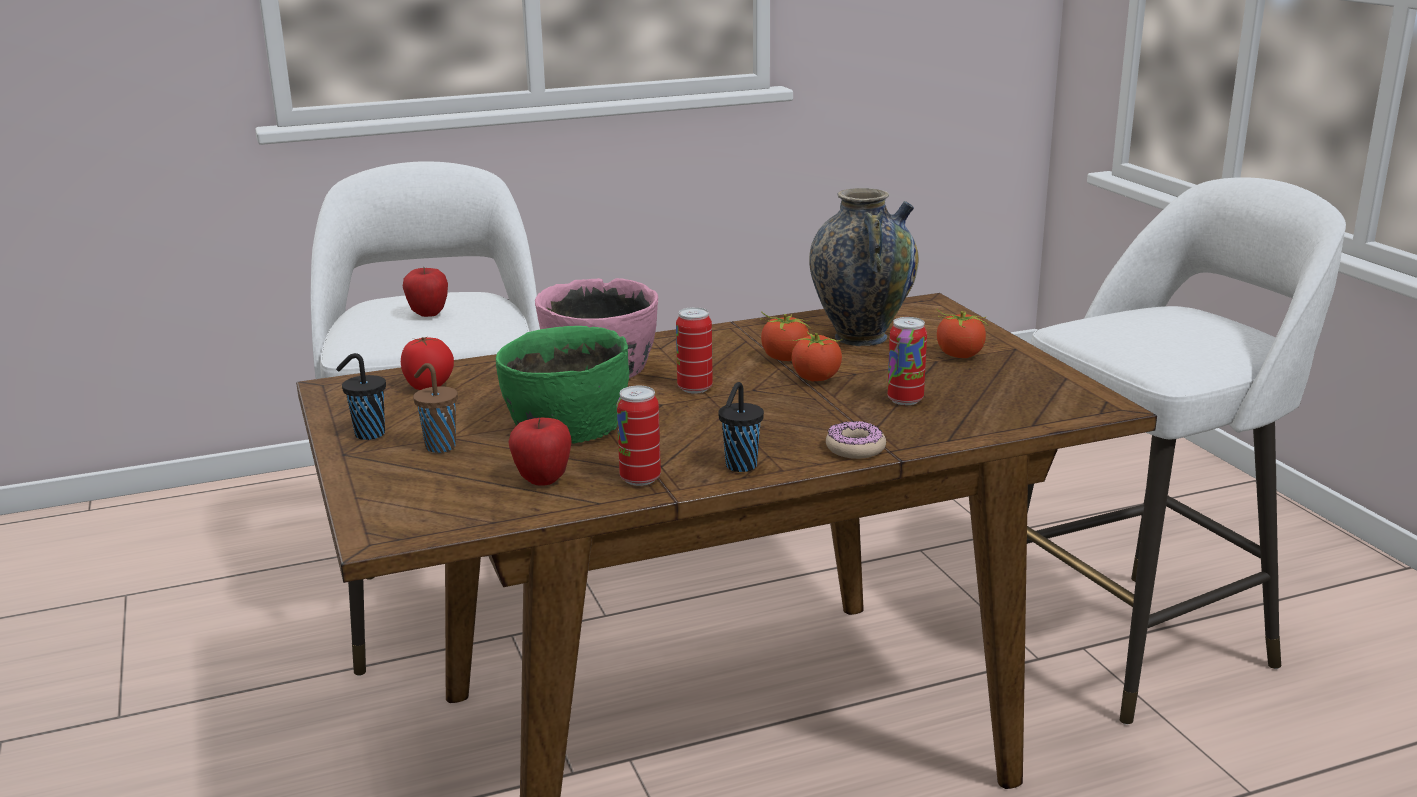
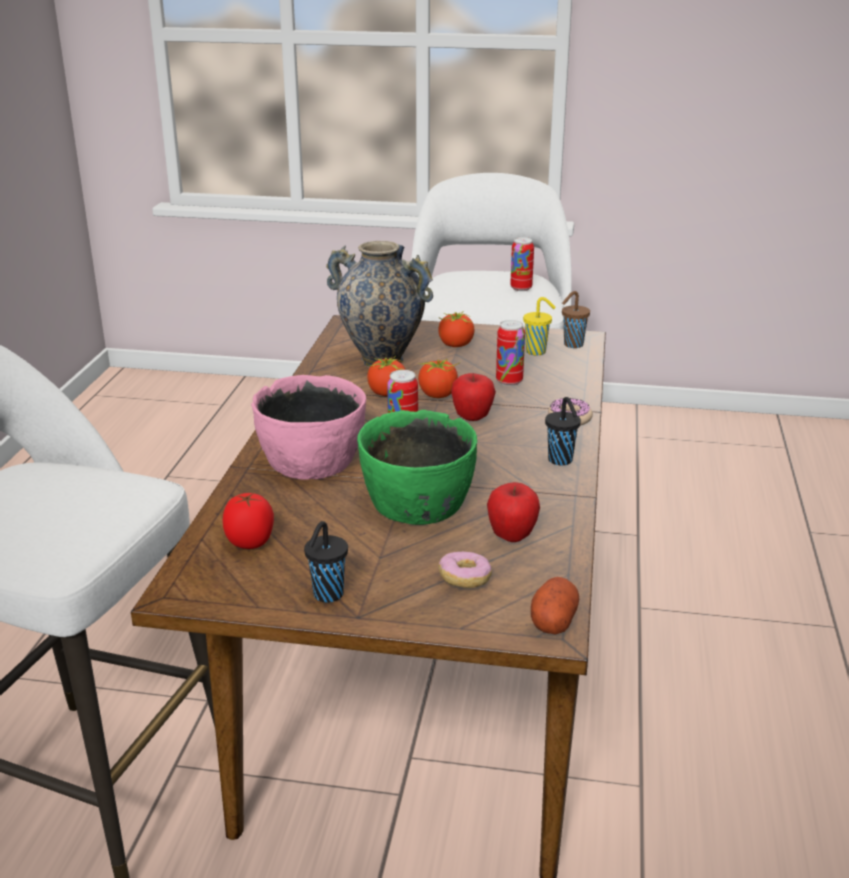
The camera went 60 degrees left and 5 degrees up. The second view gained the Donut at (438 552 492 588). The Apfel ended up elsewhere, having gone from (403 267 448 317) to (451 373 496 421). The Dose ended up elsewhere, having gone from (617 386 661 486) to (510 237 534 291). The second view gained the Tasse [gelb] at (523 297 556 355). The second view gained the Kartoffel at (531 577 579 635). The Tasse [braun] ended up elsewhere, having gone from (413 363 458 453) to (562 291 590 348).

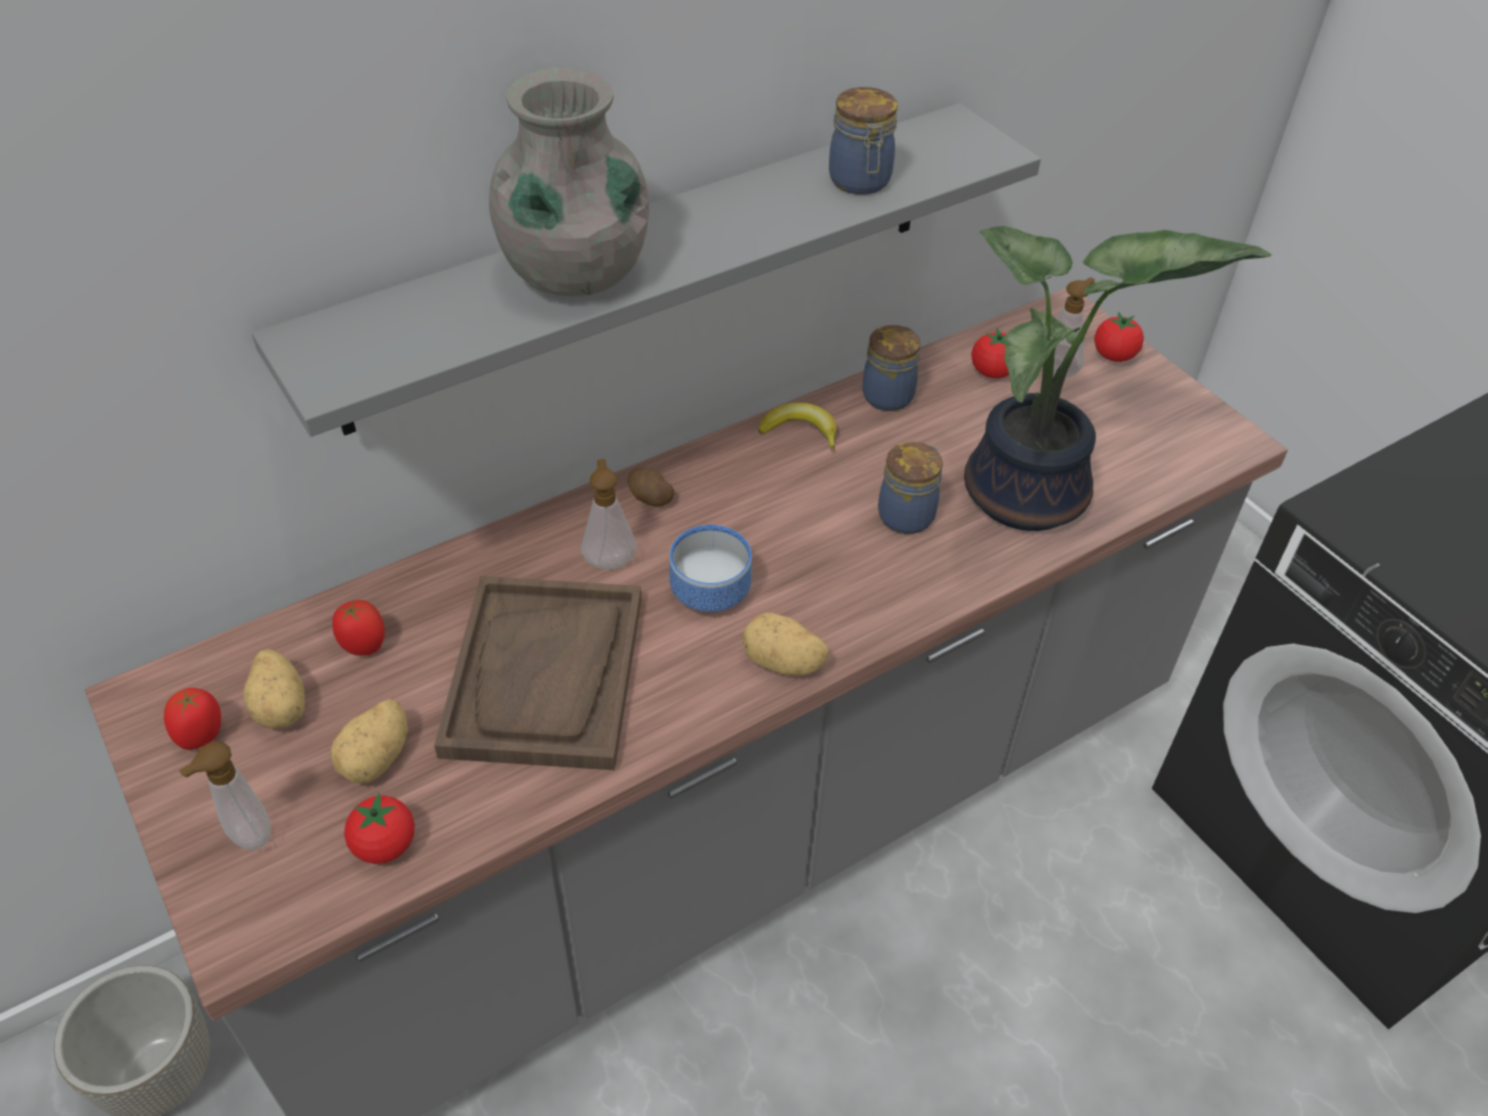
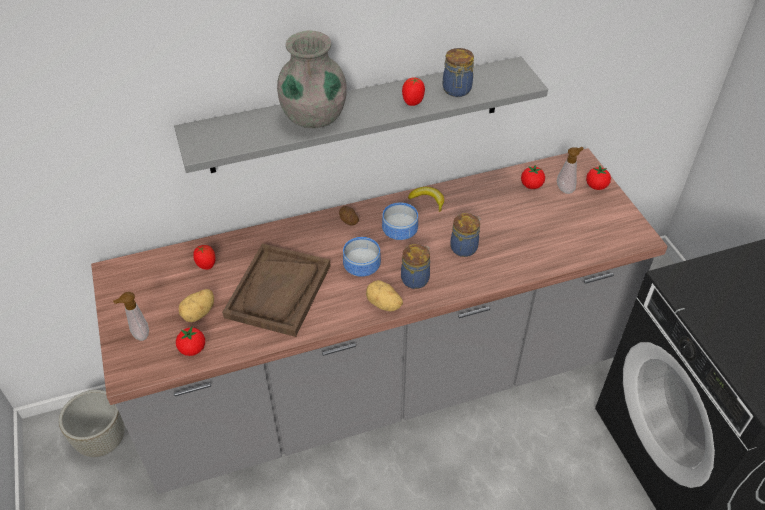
The camera went 15 degrees right and 0 degrees up. The second view gained the Schüssel at (382 202 418 240). The Vorratsglas ended up elsewhere, having gone from (862 325 920 411) to (401 244 430 289). The Tomate ended up elsewhere, having gone from (164 688 221 750) to (402 77 425 106). The second view lost the Kartoffel at (243 649 305 729). The second view lost the Seifenspender at (581 459 637 569). The second view lost the Topfpflanze at (964 226 1271 531).

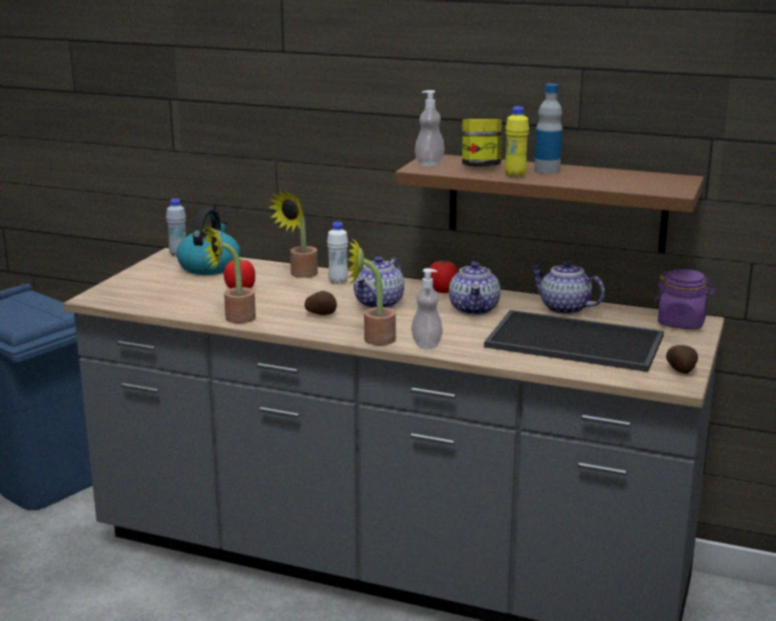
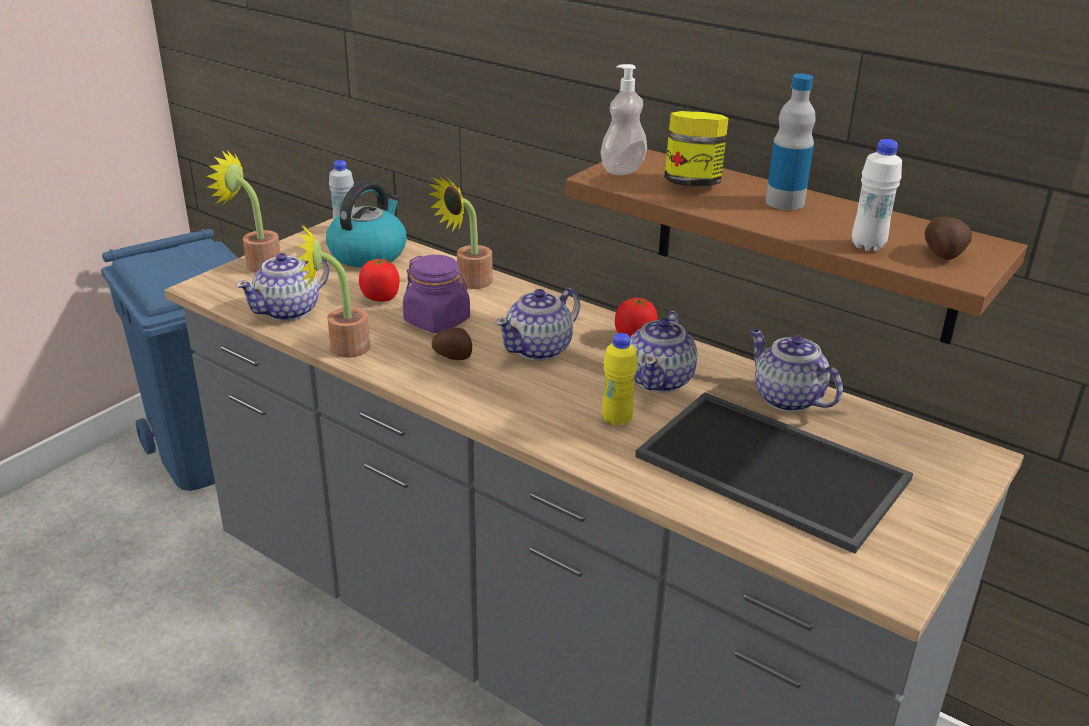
The camera went 15 degrees right and 10 degrees up. The Topfpflanze ended up elsewhere, having gone from (347 237 396 345) to (207 150 280 273). The second view gained the Teekanne at (236 253 329 321). The Vorratsglas [lila] ended up elsewhere, having gone from (654 269 716 329) to (403 255 470 333). The Flasche [gelb] ended up elsewhere, having gone from (505 106 529 177) to (602 333 638 426). The Flasche [weiß] ended up elsewhere, having gone from (327 222 348 284) to (852 139 902 251). The Kartoffel ended up elsewhere, having gone from (666 345 698 374) to (925 217 972 260). The second view lost the Seifenspender at (411 268 443 349).

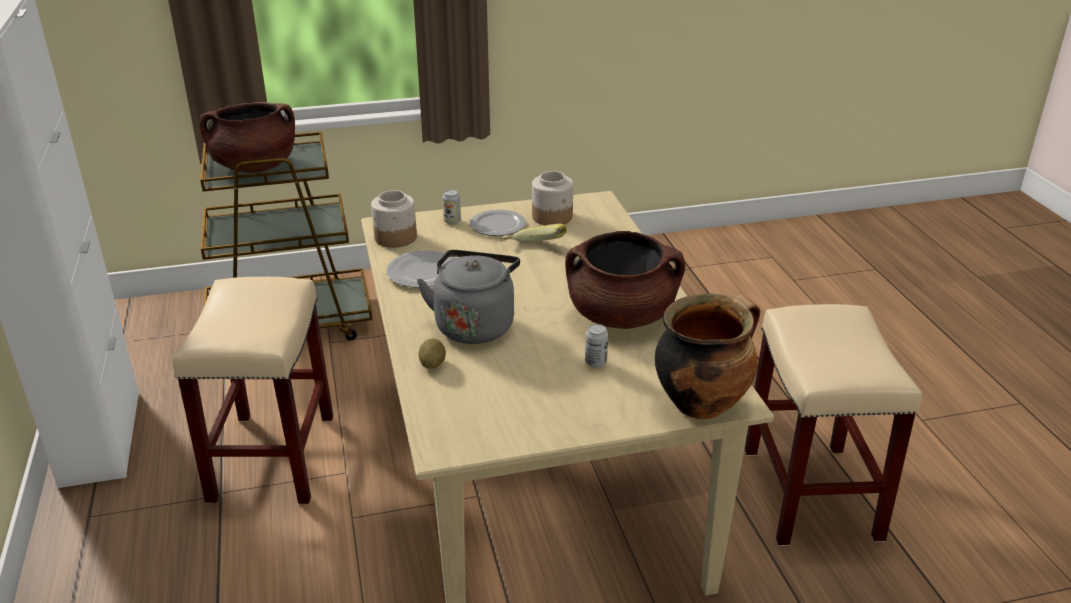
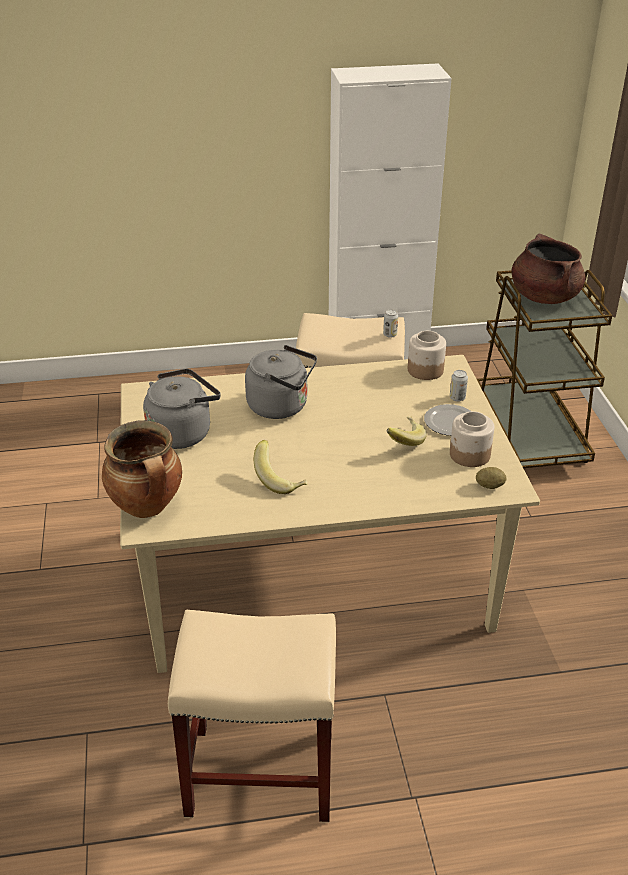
The camera went 95 degrees right and 5 degrees up. The second view gained the Wasserkessel [grau] at (143 369 221 449). Where the Kochtopf [braun] stood at (565 231 685 329), the Banane came to stand at (254 440 308 494). The Dose ended up elsewhere, having gone from (585 324 608 368) to (383 309 398 338). The Kartoffel ended up elsewhere, having gone from (418 338 446 369) to (476 467 506 489). The second view lost the Teller at (386 250 455 288).

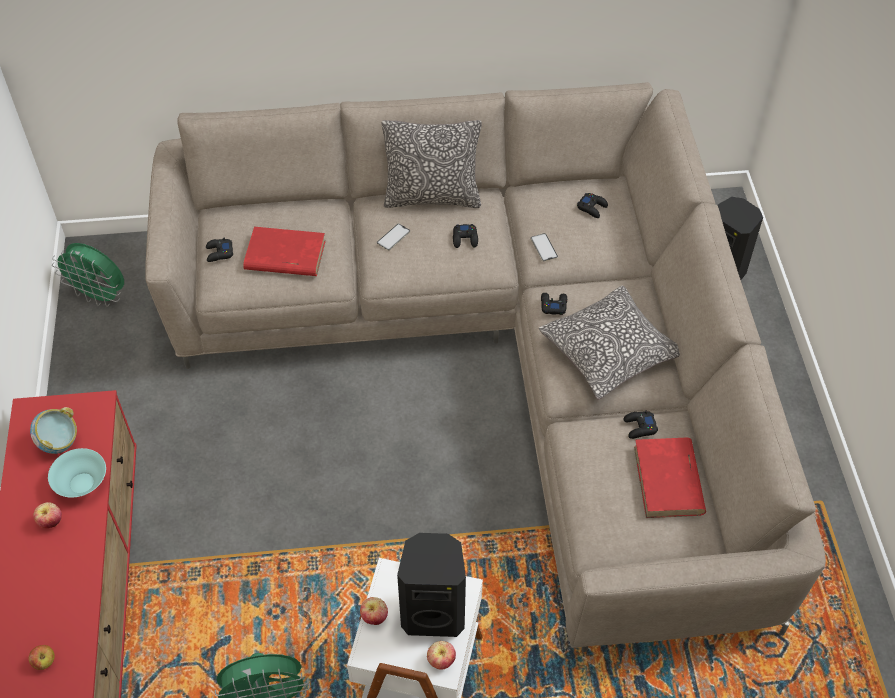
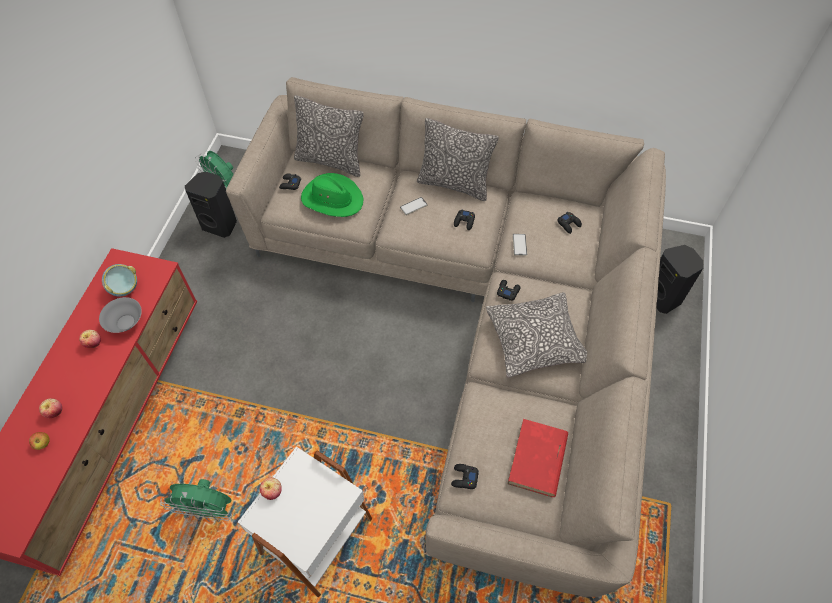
The camera went 20 degrees right and 5 degrees up. The Apfel ended up elsewhere, having gone from (427 641 456 670) to (39 398 62 418). What was the Schüssel [türkis] at (48 448 106 498) turned into the Schüssel [grau] at (99 297 142 333). The Lautsprecher [schwarz] ended up elsewhere, having gone from (397 533 466 637) to (185 172 237 238). The second view gained the Kissen at (294 95 364 177). Where the Buch [rot] stood at (243 227 326 276), the Hut [grün] came to stand at (301 173 363 217). The Gamepad [schwarz] ended up elsewhere, having gone from (624 410 658 439) to (451 464 479 489).

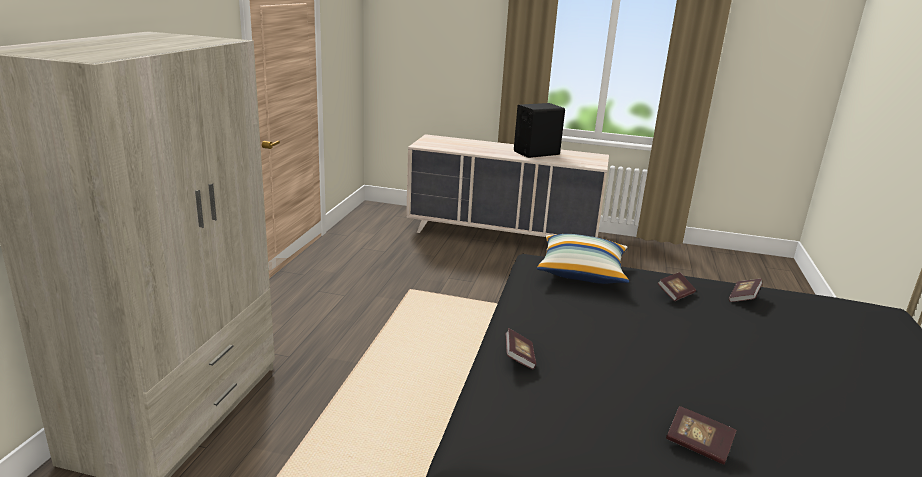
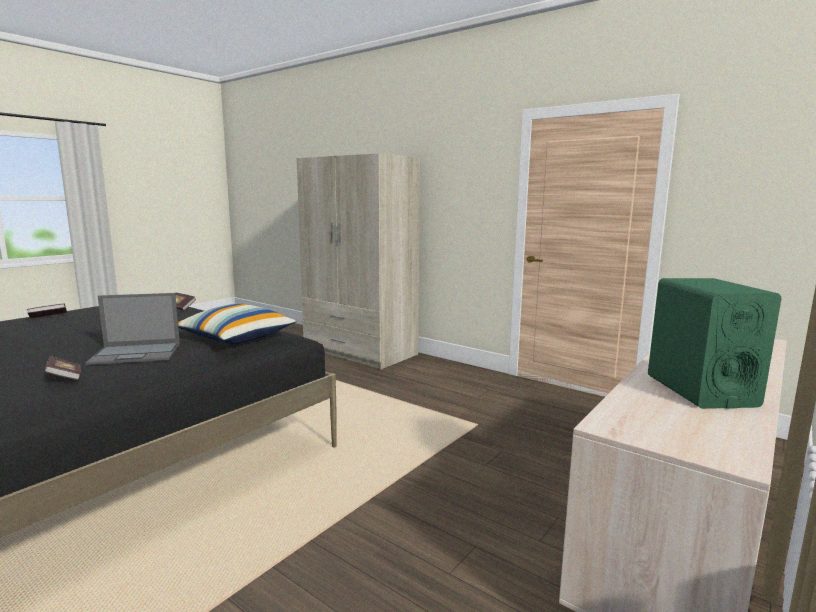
The camera went 115 degrees right and 10 degrees down. Where the Buch stood at (658 272 696 301), the Laptop came to stand at (85 293 180 365). What was the Lautsprecher [schwarz] at (514 103 565 158) turned into the Lautsprecher [grün] at (648 278 782 409).

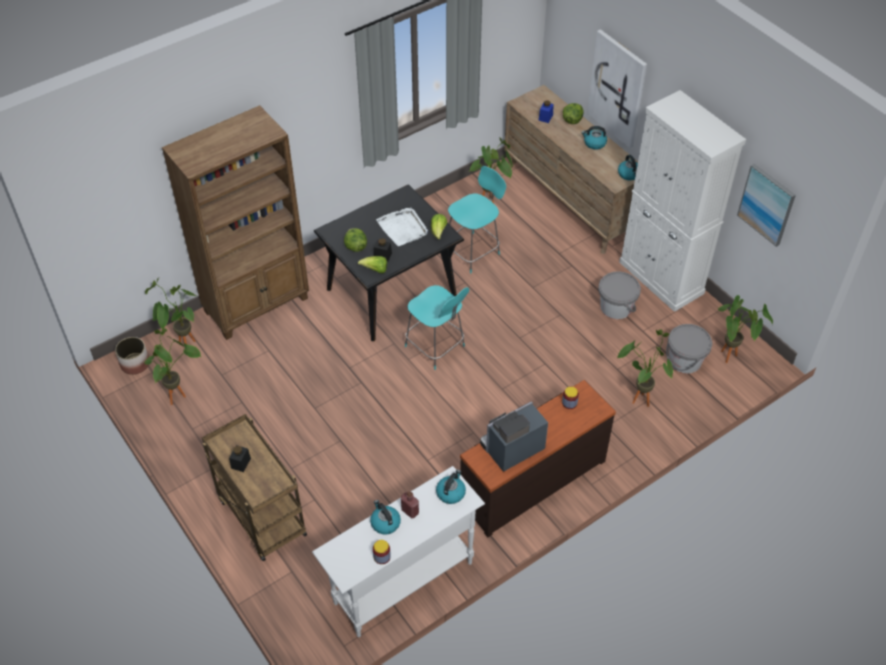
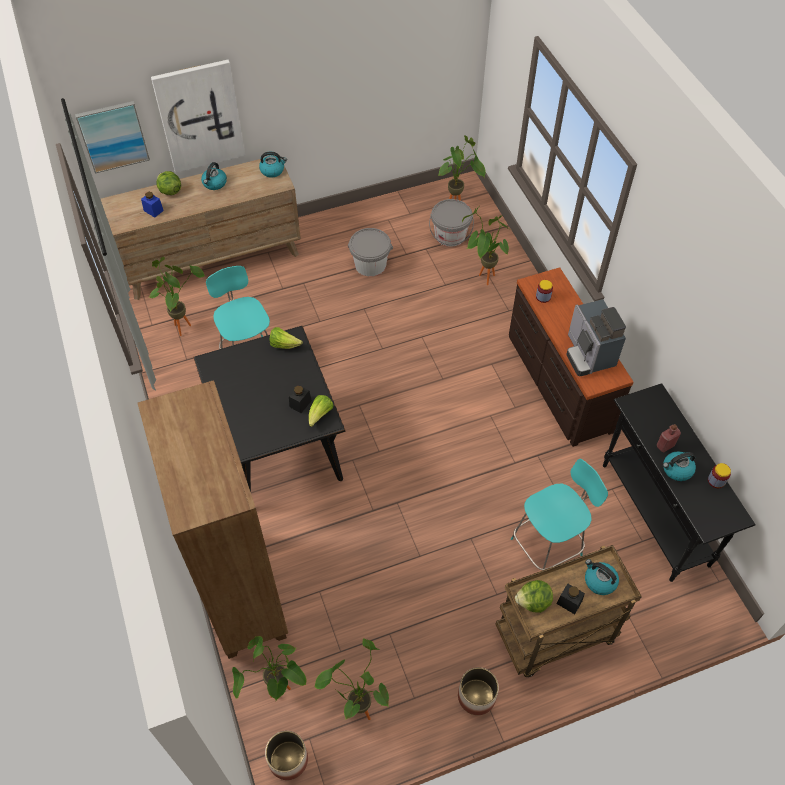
The camera went 75 degrees left and 5 degrees up. The Bild ended up elsewhere, having gone from (737 164 796 247) to (75 101 150 173). The second view gained the Pflanzkübel at (458 667 499 715). The Hocker [türkis] ended up elsewhere, having gone from (405 285 469 370) to (511 458 608 571). The Salatkopf ended up elsewhere, having gone from (344 228 367 252) to (515 580 553 613). The Wasserkessel ended up elsewhere, having gone from (436 470 466 504) to (585 559 619 595). What was the Konsolentisch [weiß] at (312 466 485 637) turned into the Konsolentisch [schwarz] at (603 383 756 582). The second view lost the Tablett [weiß] at (376 208 428 246). The second view lost the Schrank [weiß] at (619 90 746 312).

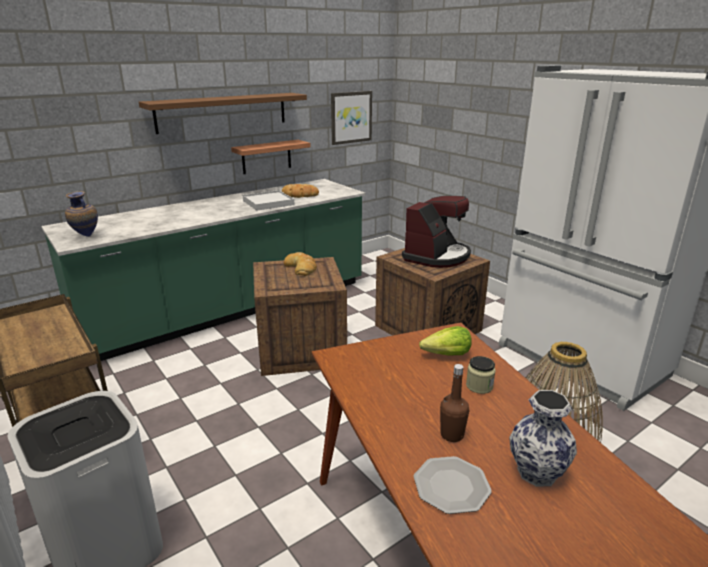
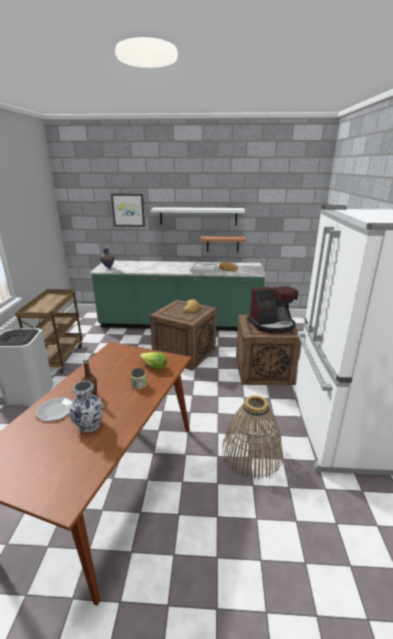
The camera went 40 degrees right and 0 degrees up. The Bild ended up elsewhere, having gone from (331 91 372 145) to (111 193 145 227). What was the Wandregal [braun] at (139 93 307 134) turned into the Wandregal [weiß] at (151 207 245 225).

